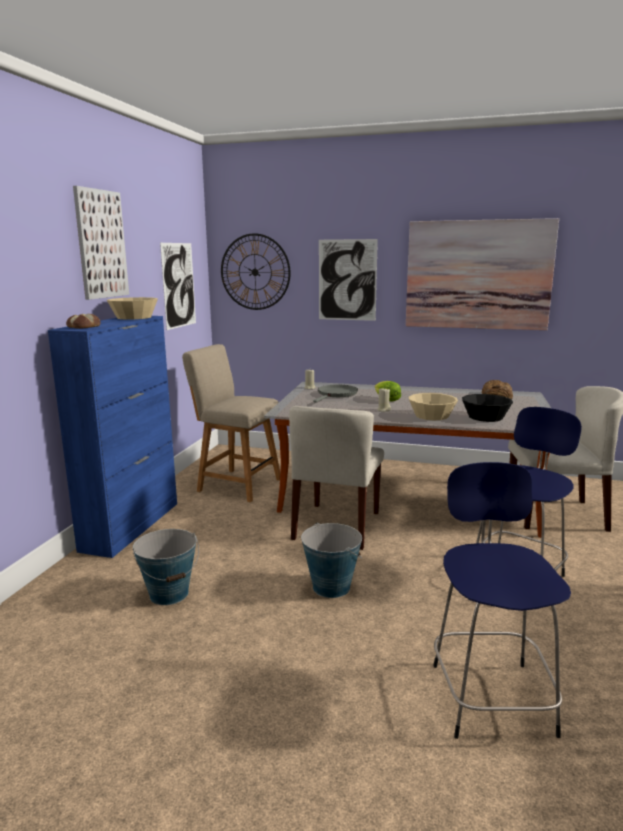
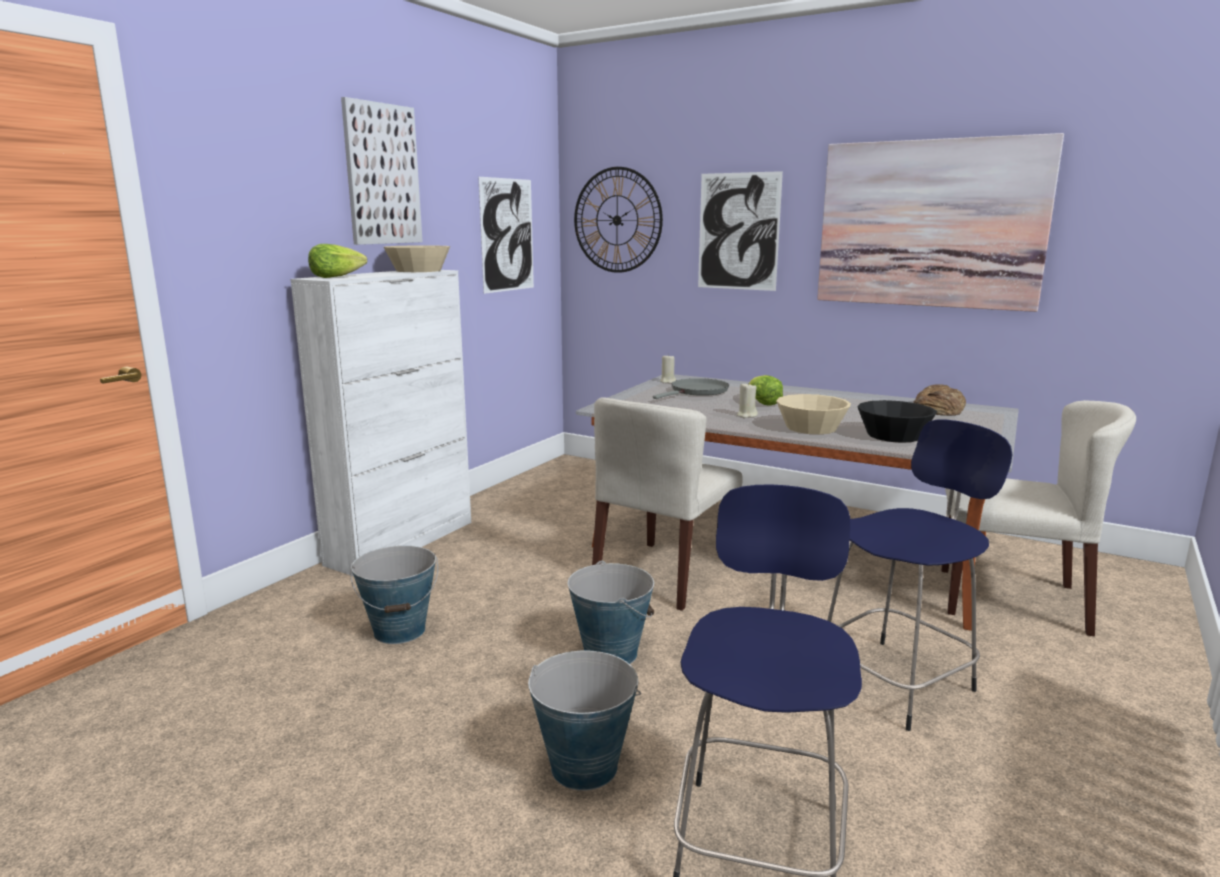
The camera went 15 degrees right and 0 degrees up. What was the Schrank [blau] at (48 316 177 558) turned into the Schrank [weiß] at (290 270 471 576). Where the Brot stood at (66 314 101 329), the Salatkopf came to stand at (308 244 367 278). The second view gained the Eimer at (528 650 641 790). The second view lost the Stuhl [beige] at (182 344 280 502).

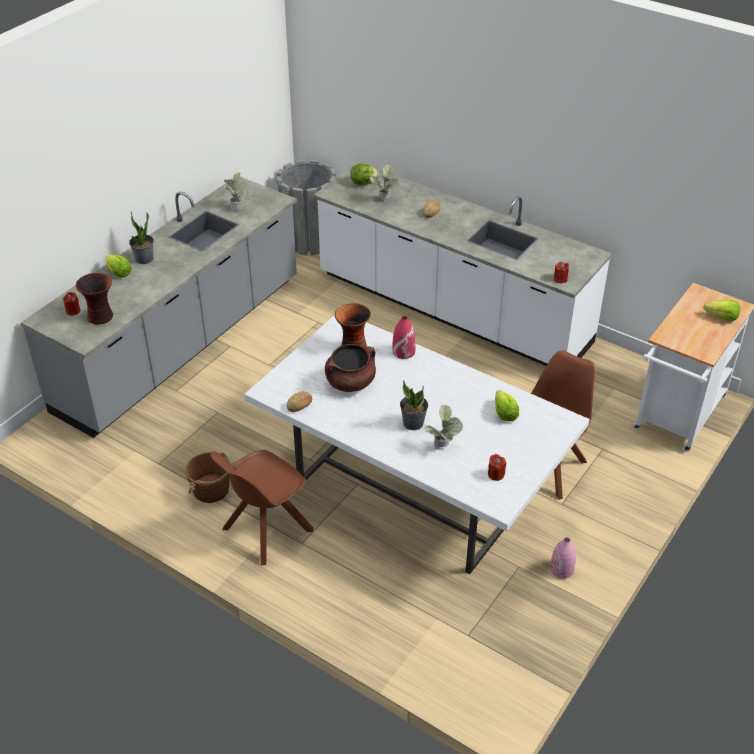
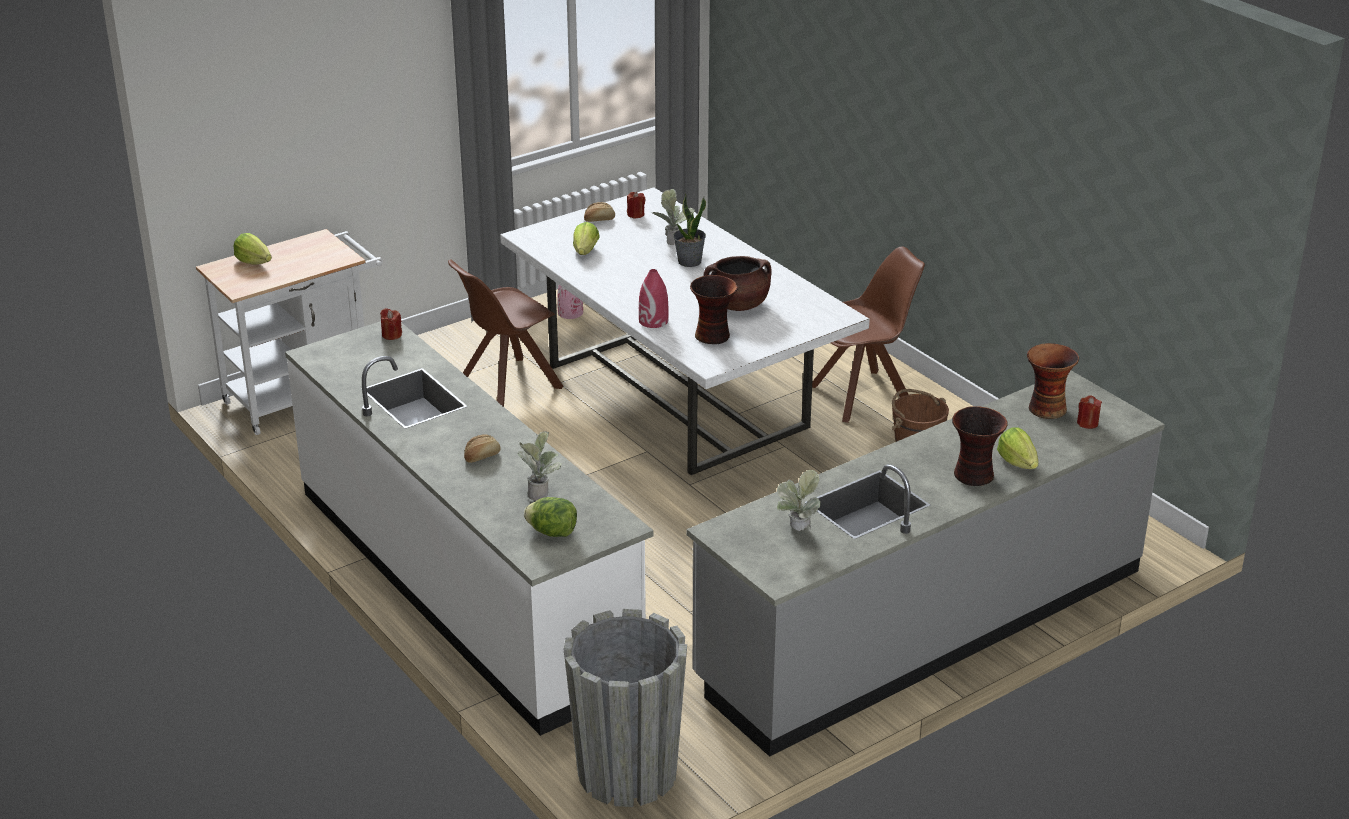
The camera went 160 degrees left and 10 degrees down. The Brot ended up elsewhere, having gone from (287 392 312 412) to (584 202 615 222). Where the Topfpflanze stood at (129 212 154 264), the Vase came to stand at (952 406 1008 486).

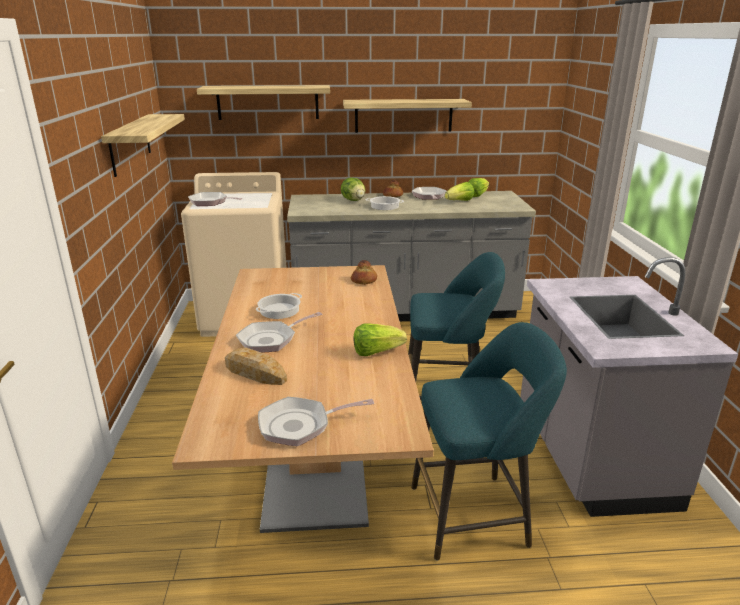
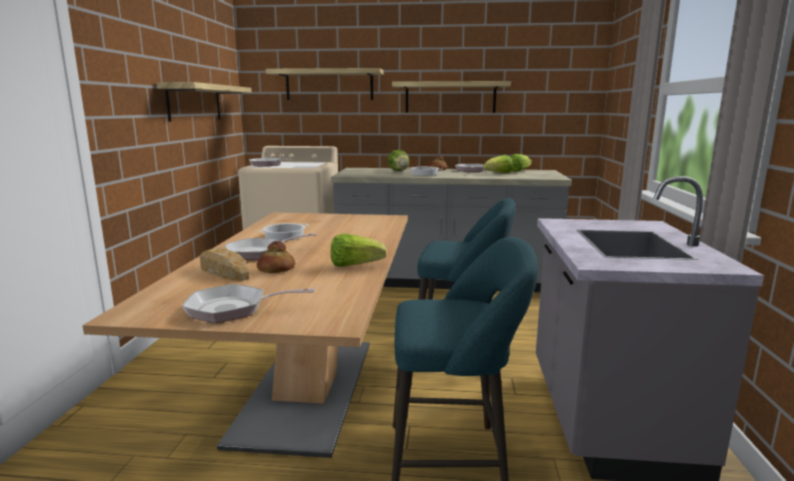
The camera went 10 degrees right and 10 degrees down. The Brot ended up elsewhere, having gone from (351 260 377 285) to (257 241 295 273).

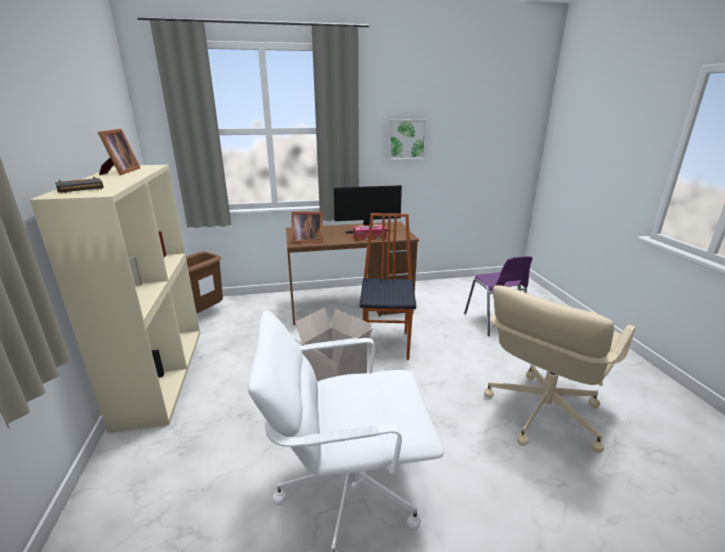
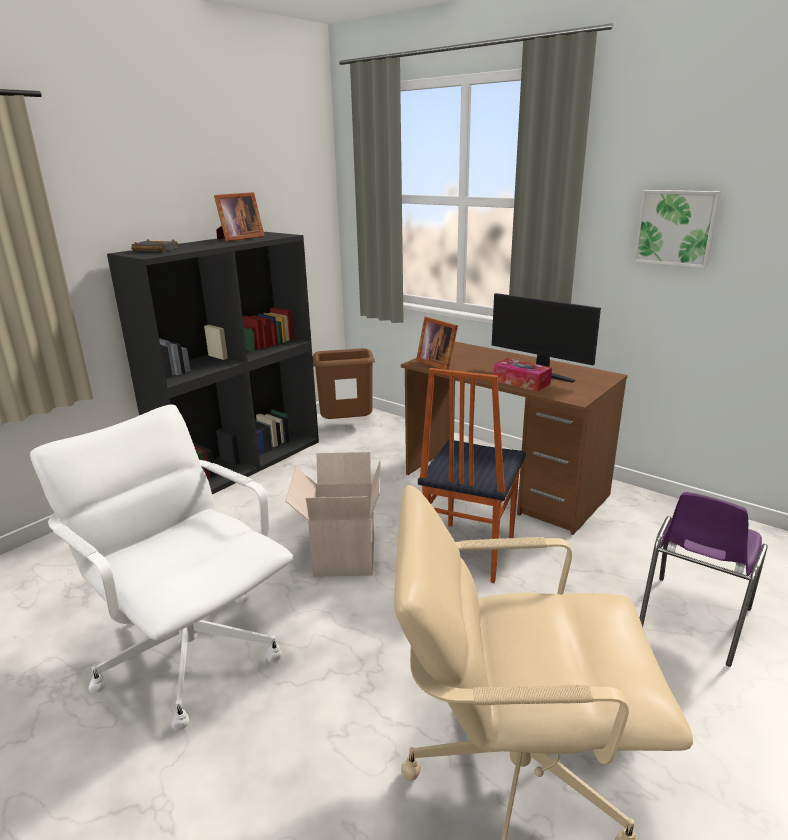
The camera went 50 degrees right and 0 degrees up. What was the Bücherregal [beige] at (30 165 200 433) turned into the Bücherregal [schwarz] at (107 232 319 494). The Stuhl at (360 213 416 360) ended up facing another way, 150 degrees clockwise from before.

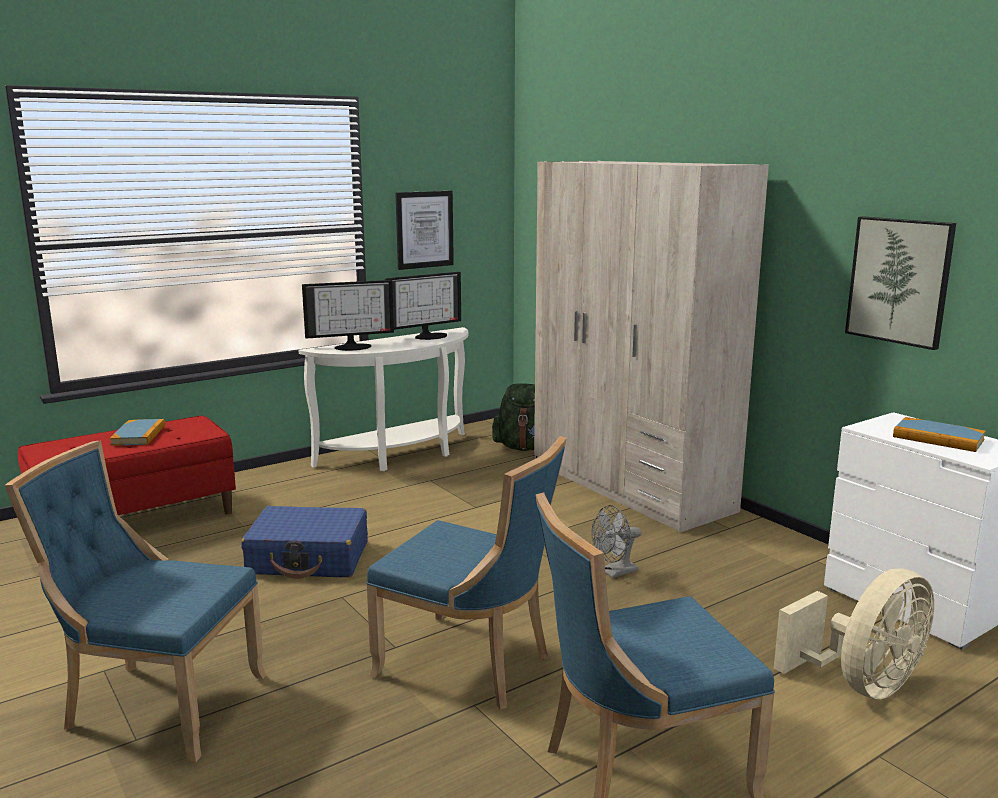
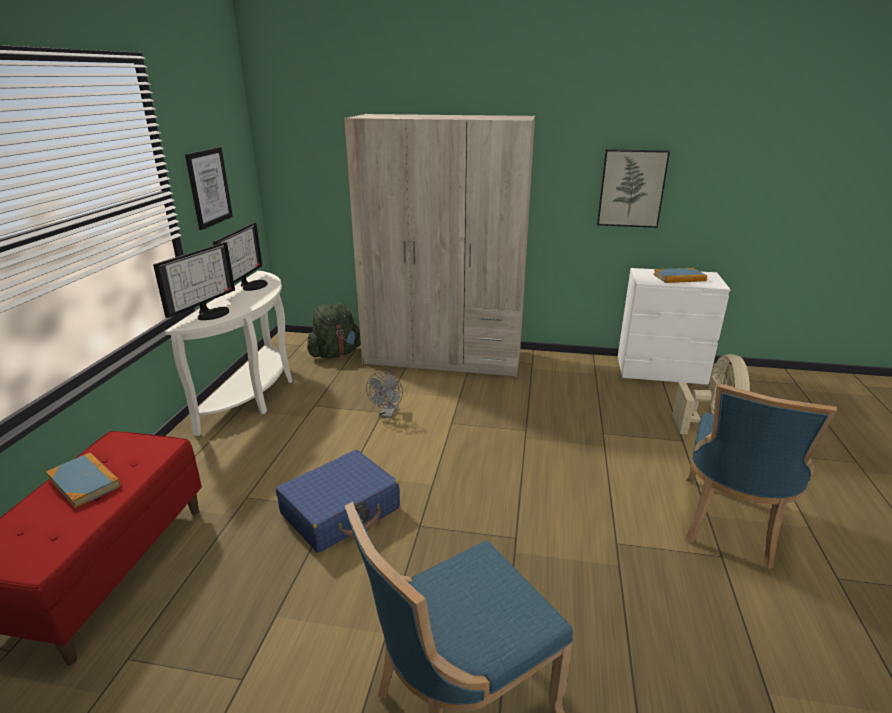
The camera went 45 degrees left and 10 degrees up. The Ventilator [grau] ended up elsewhere, having gone from (591 505 642 578) to (366 372 403 418). The second view lost the Stuhl [blau] at (366 436 567 710).

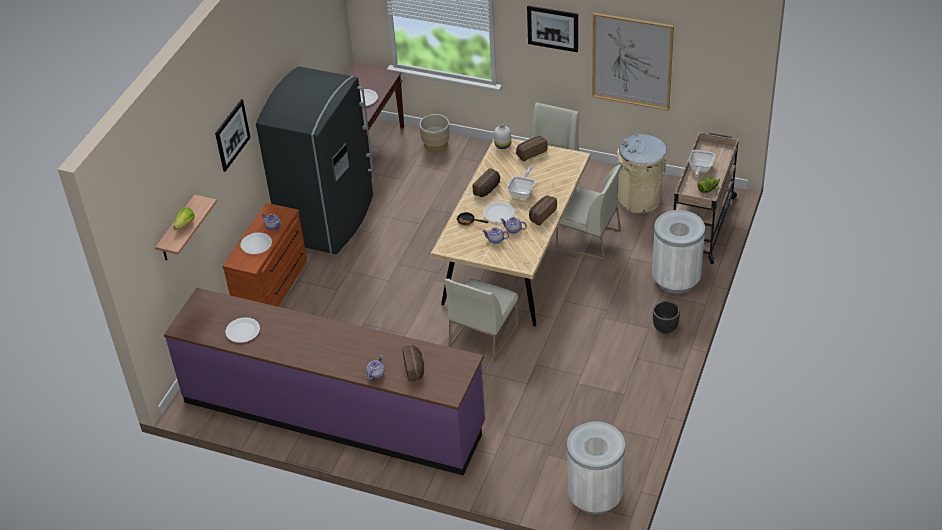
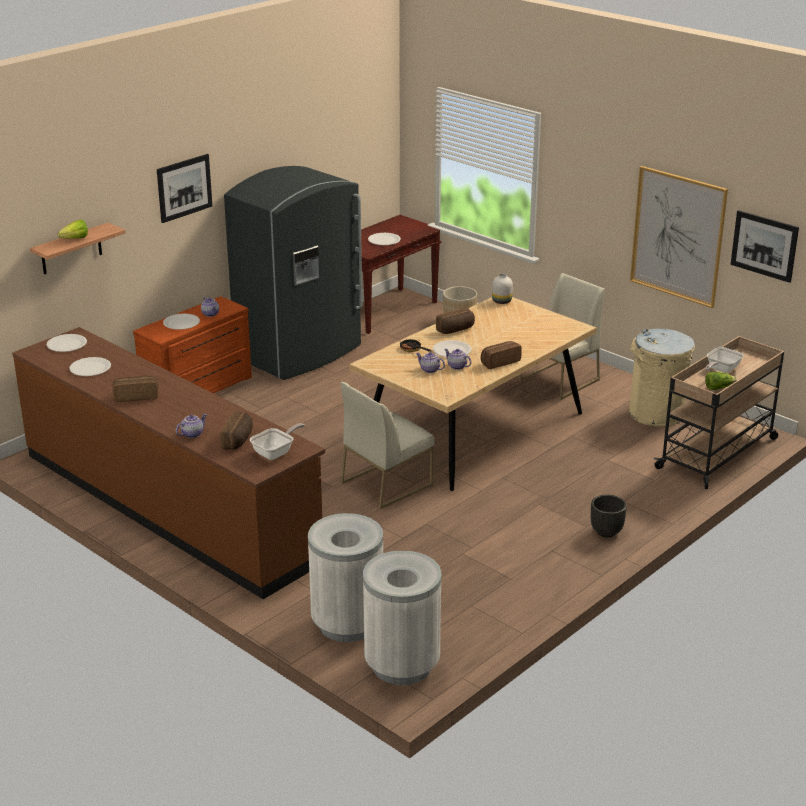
The camera went 20 degrees right and 15 degrees down. What was the Küchenzeile [lila] at (164 288 485 475) turned into the Küchenzeile [braun] at (12 327 325 599). The second view gained the Teller [weiß] at (47 334 87 352). The Brot ended up elsewhere, having gone from (516 136 548 161) to (112 376 159 402). The Pfanne ended up elsewhere, having gone from (507 167 535 199) to (250 423 305 460). The Mülleimer [weiß] ended up elsewhere, having gone from (652 210 705 294) to (308 513 383 642). The Bild ended up elsewhere, having gone from (527 6 578 52) to (731 210 799 283). The second view lost the Stuhl [weiß] at (556 165 621 261).

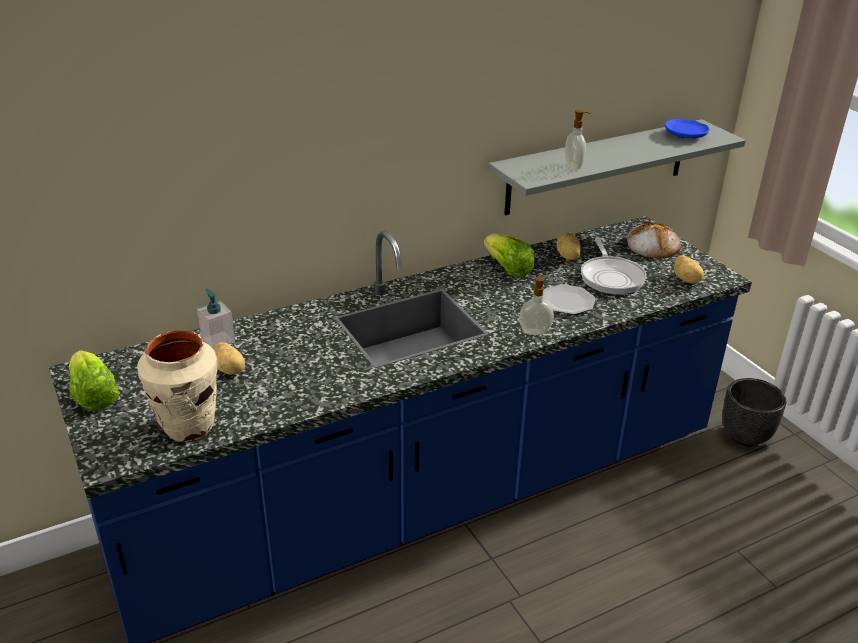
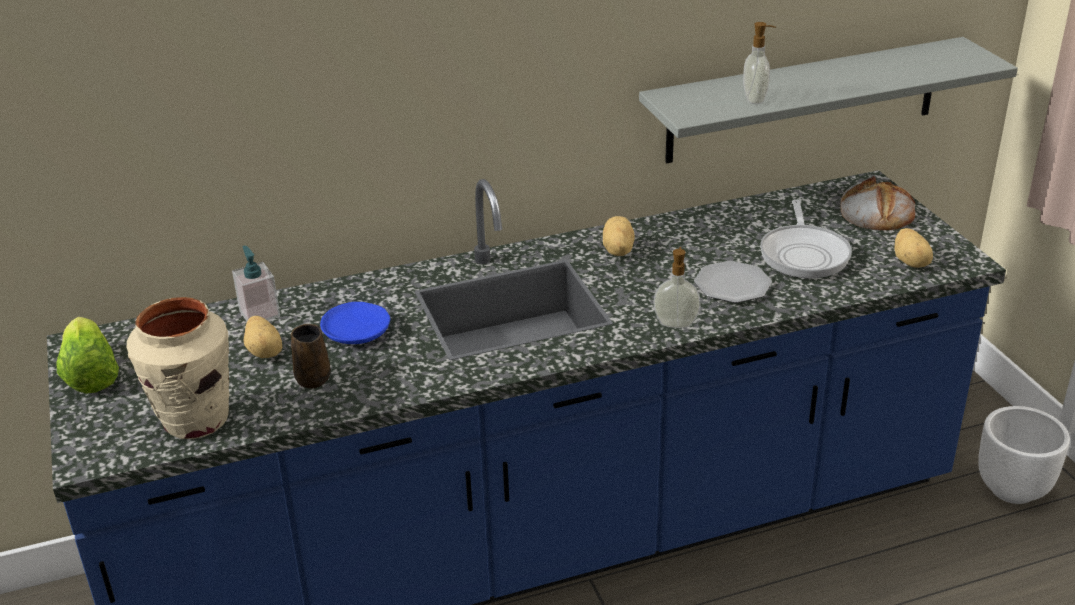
The camera went 10 degrees right and 0 degrees up. The second view gained the Henkelbecher [braun] at (291 324 331 389). The Teller [blau] ended up elsewhere, having gone from (665 119 709 139) to (320 302 390 344). The Kartoffel ended up elsewhere, having gone from (557 233 581 260) to (603 216 635 256). What was the Pflanzkübel [schwarz] at (722 378 786 447) turned into the Pflanzkübel [weiß] at (978 406 1070 504). The second view lost the Salatkopf at (484 234 535 278).

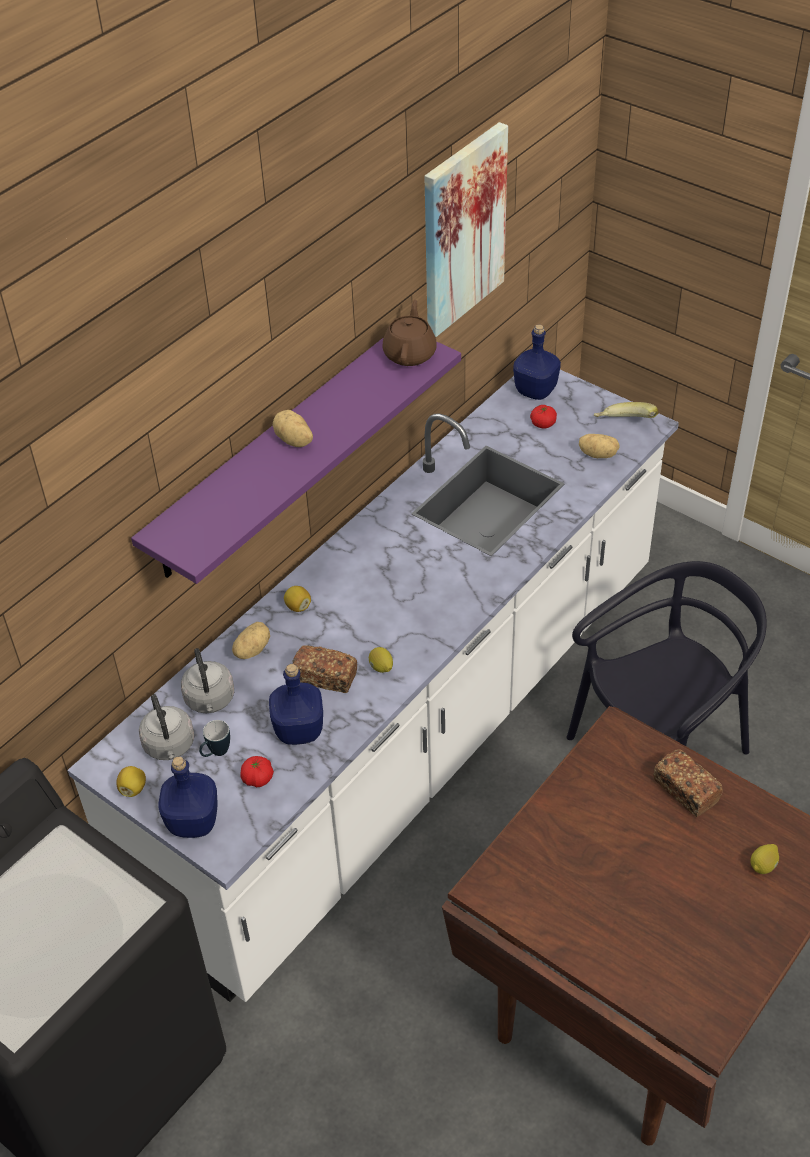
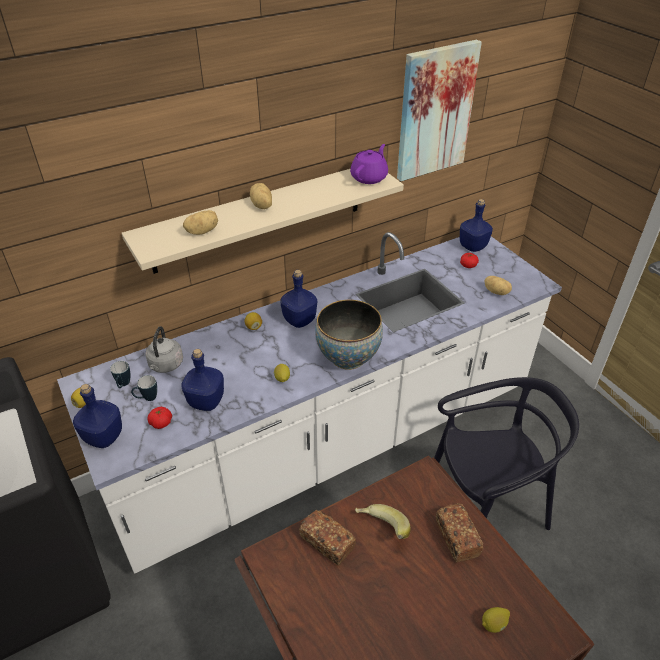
The camera went 20 degrees right and 5 degrees down. Where the Wasserkessel [grau] stood at (139 694 194 760), the Henkelbecher came to stand at (110 361 130 388). What was the Wandregal [lila] at (131 337 461 584) turned into the Wandregal [beige] at (122 169 404 274). The Kartoffel ended up elsewhere, having gone from (232 622 270 659) to (183 210 218 235). The second view gained the Flasche [blau] at (280 270 317 328). The Brot ended up elsewhere, having gone from (292 645 357 693) to (299 510 356 566). The second view gained the Schüssel at (315 300 383 370). What was the Teekanne [braun] at (383 300 437 366) turned into the Teekanne [lila] at (350 144 388 184). The Banane ended up elsewhere, having gone from (594 402 658 418) to (355 504 410 539).

